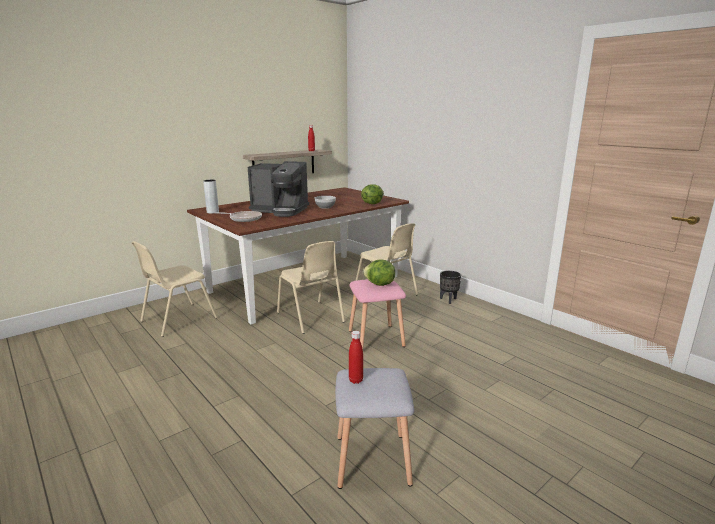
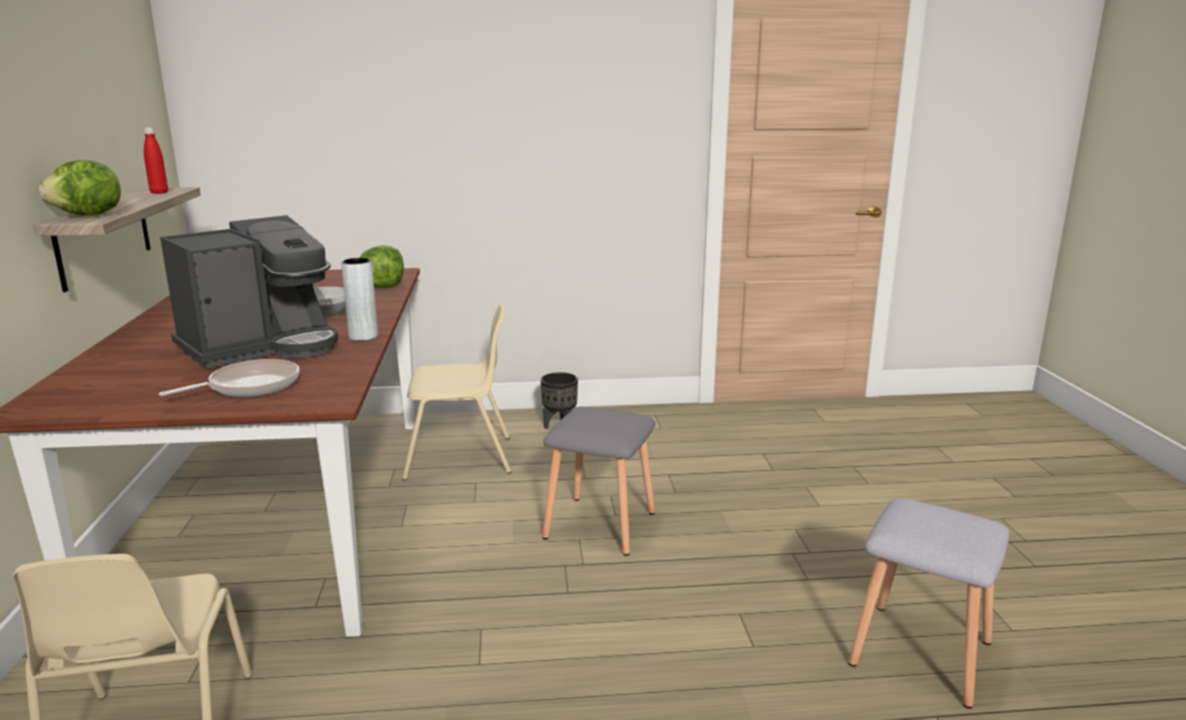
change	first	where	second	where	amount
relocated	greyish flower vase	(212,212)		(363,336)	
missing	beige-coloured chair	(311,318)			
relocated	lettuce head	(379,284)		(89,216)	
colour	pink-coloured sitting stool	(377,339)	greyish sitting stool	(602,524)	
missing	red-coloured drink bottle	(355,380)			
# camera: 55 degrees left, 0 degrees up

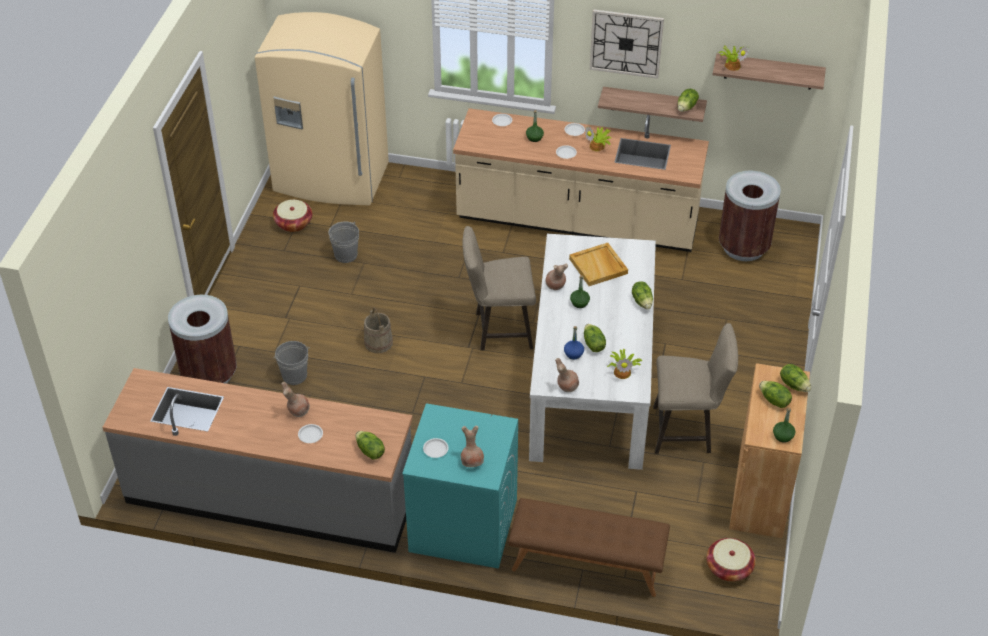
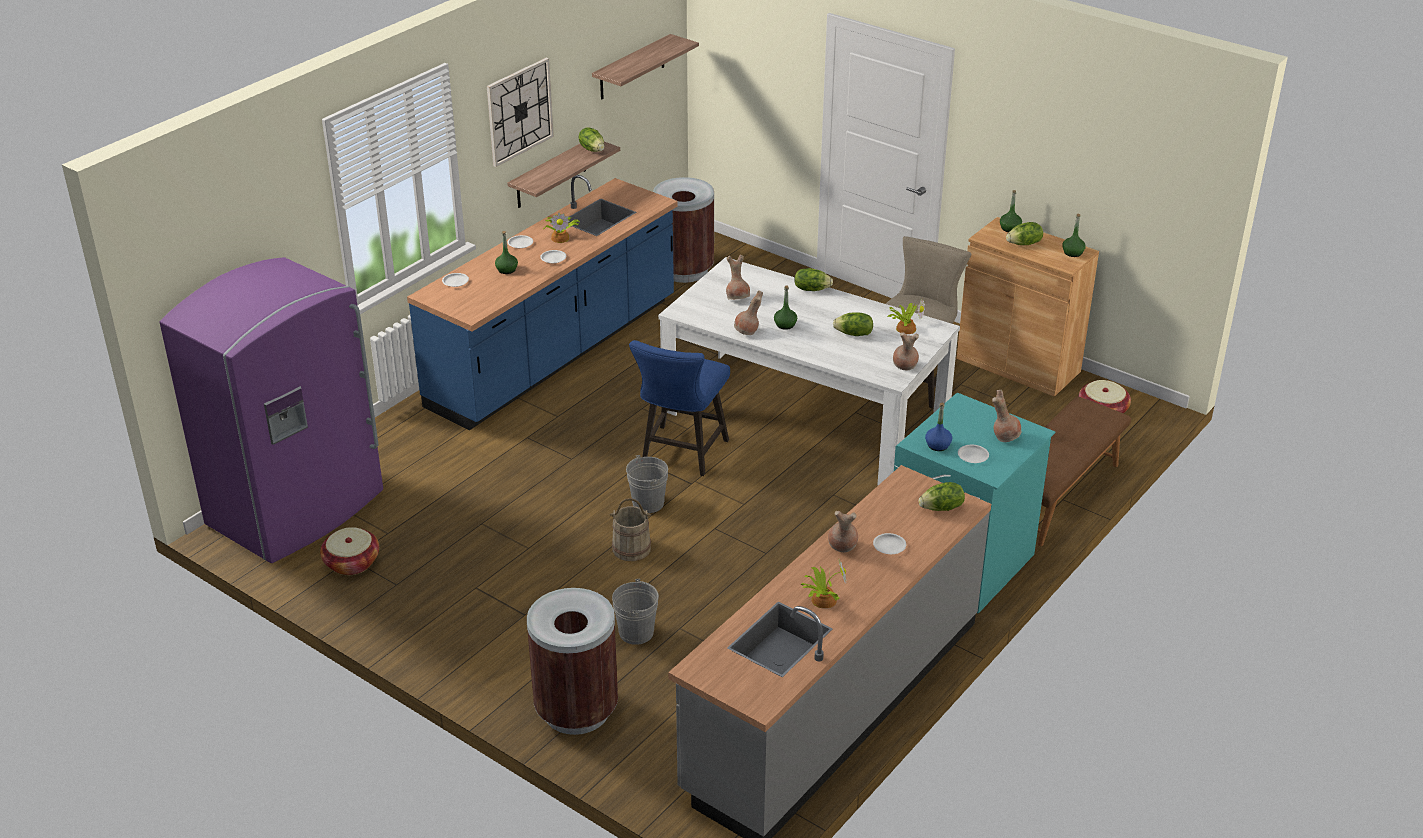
change	first	where	second	where	amount
colour	beige-coloured refrigerator	(331,179)	purple-coloured refrigerator	(298,510)	
relocated	potted plant	(732,65)		(822,599)	
colour	beige-coloured counter	(577,222)	bluish counter	(555,354)	
relocated	greyish pail	(346,255)		(648,503)	
colour	beige-coloured sitting stool	(498,330)	bluish sitting stool	(681,455)	
exchanged	beige-coloured serving tray	(599,266)	brown flower vase	(738,298)	
relocated	bluish drink bottle	(573,354)		(937,445)	
exchanged	lettuce head	(794,384)	green-coloured drink bottle	(1009,228)	
# camera: 65 degrees left, 10 degrees down

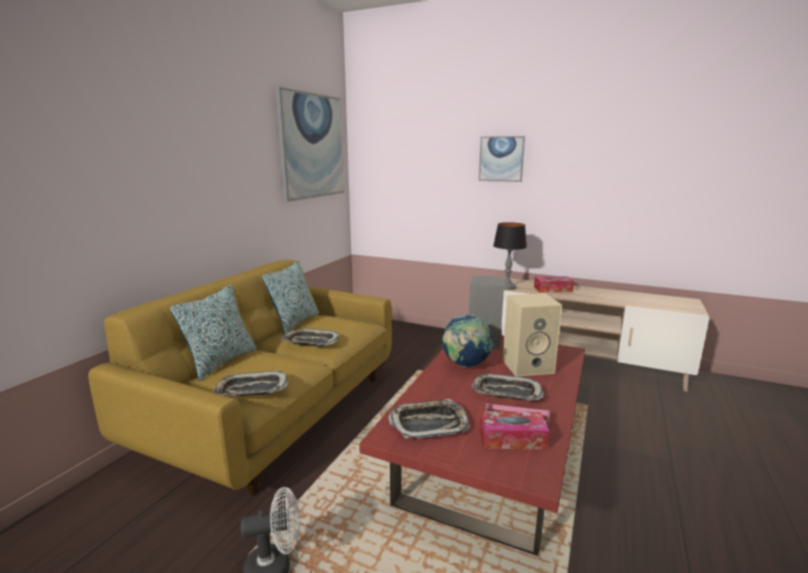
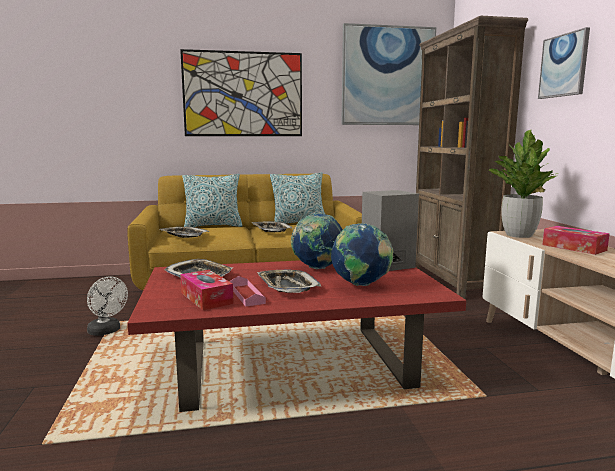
change	first	where	second	where	amount
exchanged	table lamp	(507,287)	potted plant	(518,235)	
exchanged	beige-coloured speaker	(528,366)	world globe	(361,285)	
appeared			brown shelving unit	(452,281)	
appeared			picture	(243,94)	
# camera: 55 degrees right, 5 degrees down

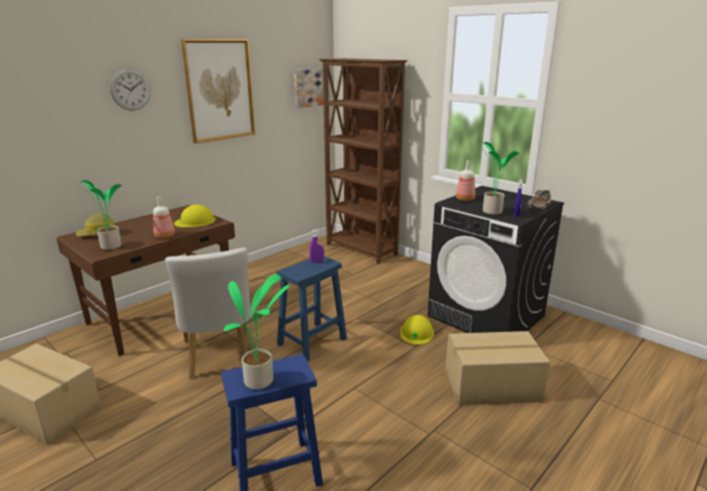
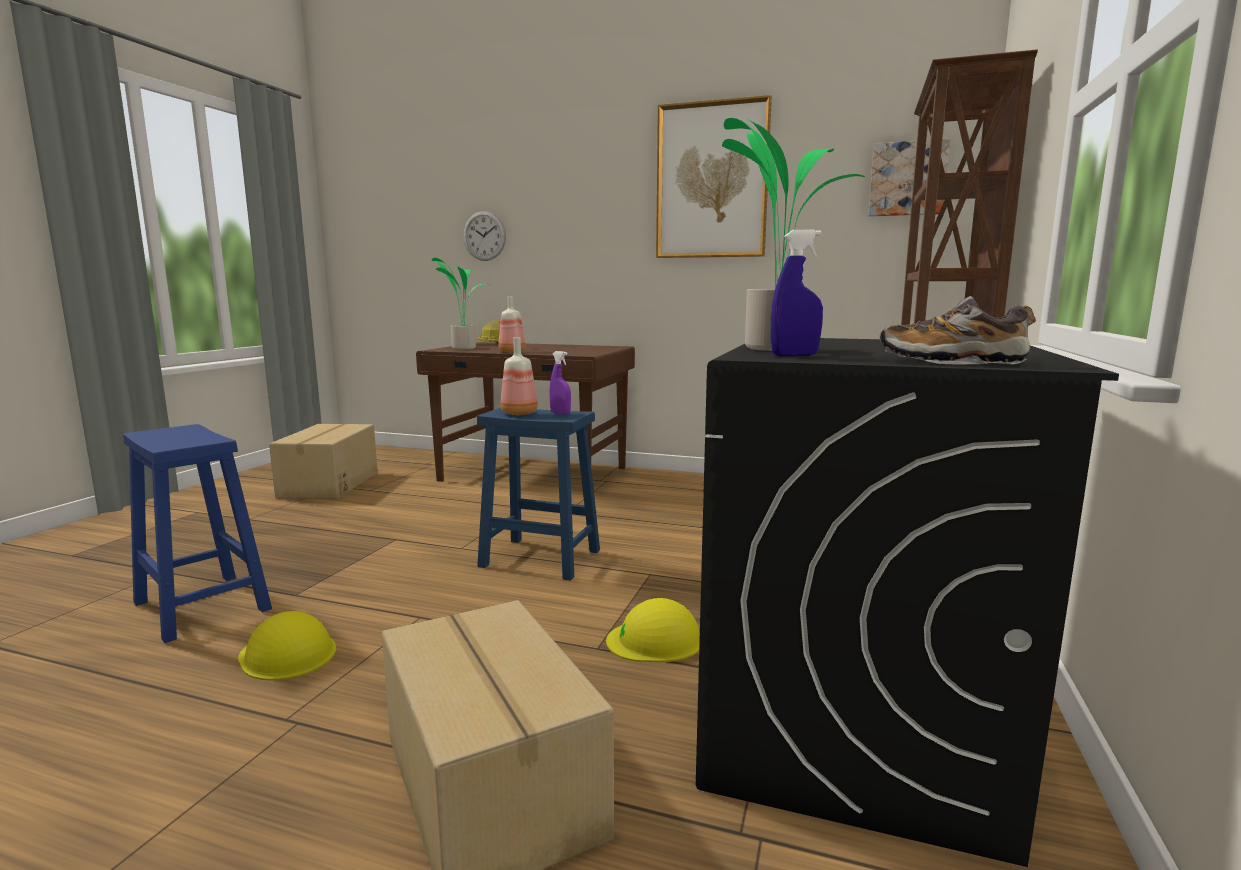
change	first	where	second	where	amount
relocated	clock on the wall	(130,89)		(484,236)	
relocated	drink bottle	(465,199)		(520,413)	
relocated	yellowish hard hat	(195,221)		(287,654)	
missing	white chair	(218,357)			
missing	potted plant	(261,381)			
# camera: 65 degrees right, 10 degrees down

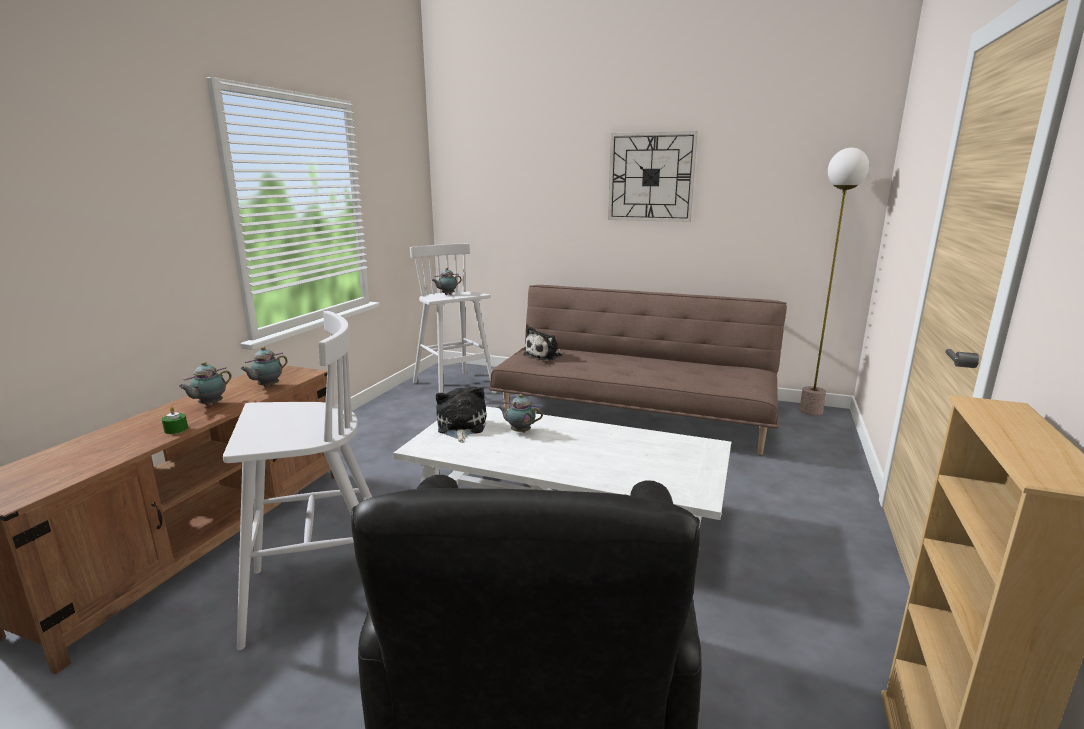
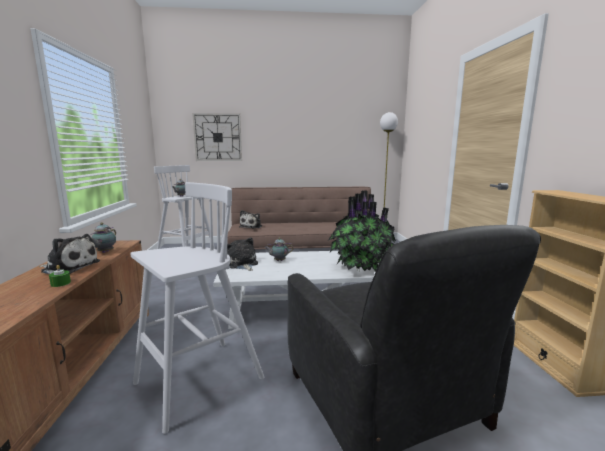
change	first	where	second	where	amount
relocated	clock on the wall	(651,177)		(218,137)	
exchanged	tea pot	(209,405)	plush toy	(69,267)	
appeared			potted plant	(360,266)	
# camera: 25 degrees left, 5 degrees down

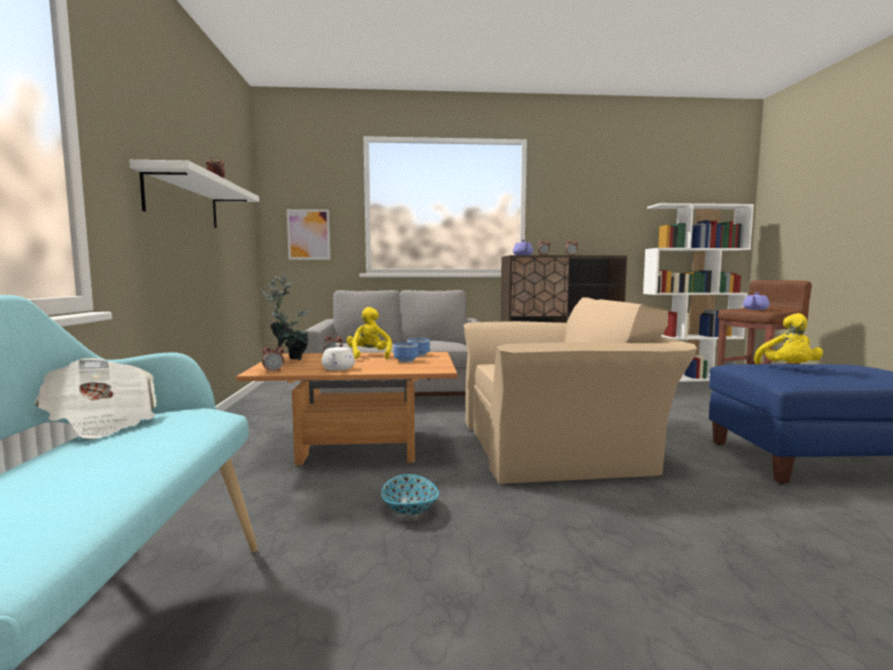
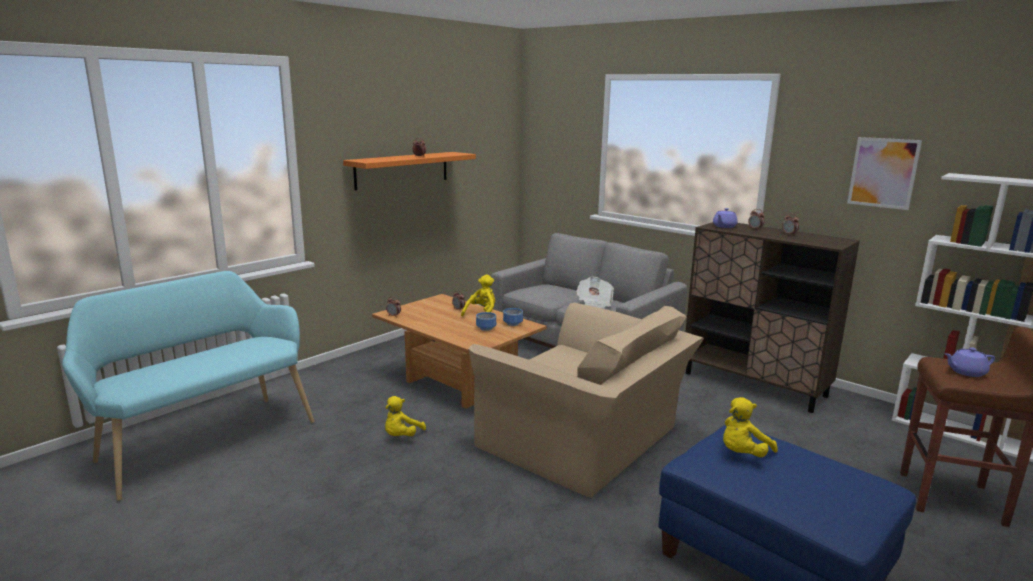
change	first	where	second	where	amount
colour	white wall shelf	(183,201)	orangey wall shelf	(402,170)	
relocated	picture	(308,234)		(883,173)	
missing	potted plant	(289,360)			
missing	white tea pot	(338,369)			
relocated	printed paper	(102,423)		(594,303)	
exchanged	deep dish	(409,509)	yellowish plush toy	(402,436)	
# camera: 45 degrees right, 10 degrees up

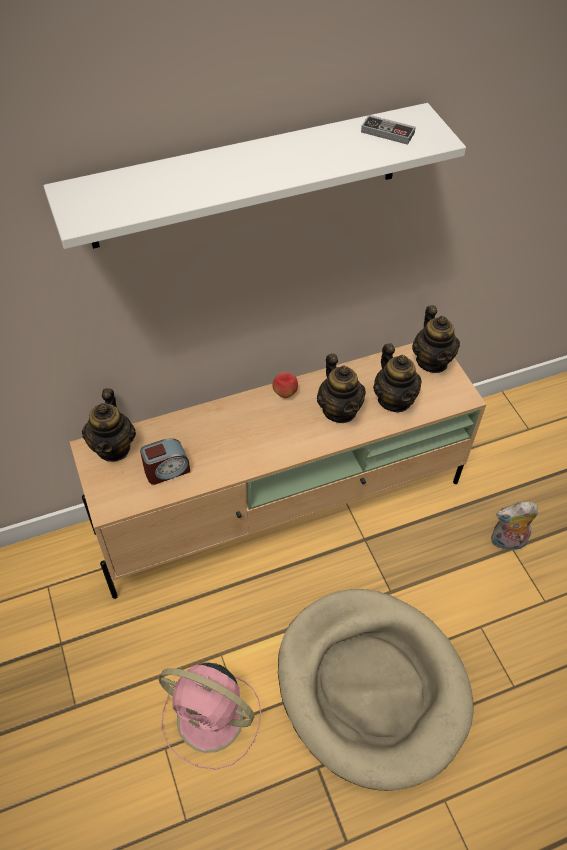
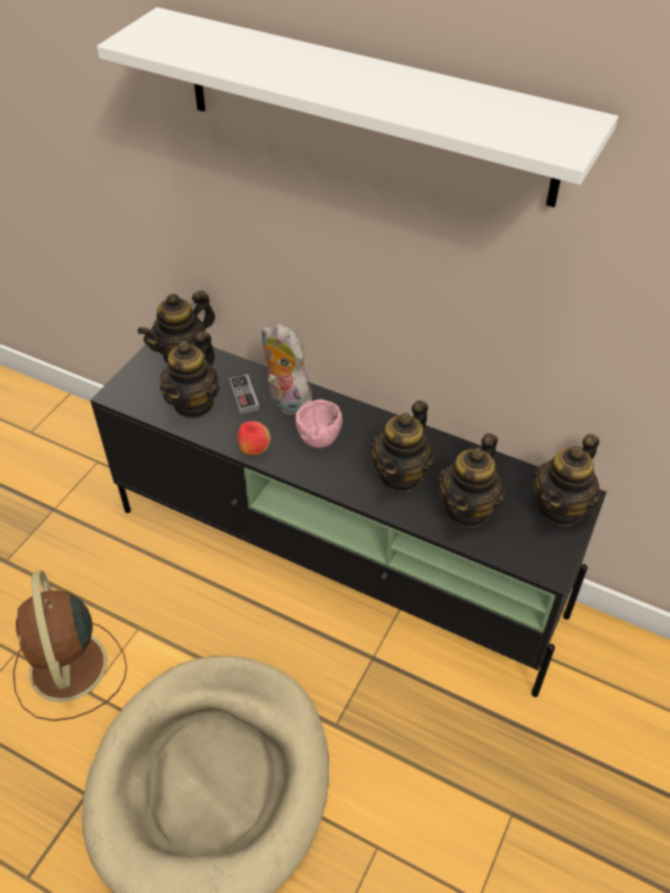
change	first	where	second	where	amount
relocated	game controller	(387,132)		(244,396)	
colour	beige-coloured tv stand	(283,507)	black tv stand	(338,563)	
relocated	whole apple	(285,393)		(254,450)	
exchanged	alarm clock	(166,470)	tea pot	(194,403)	
relocated	plush toy	(507,542)		(286,402)	
colour	pink-coloured fan	(213,719)	brown fan	(69,670)	
appeared			pink-coloured deep dish	(319,437)	
# camera: 50 degrees right, 5 degrees down

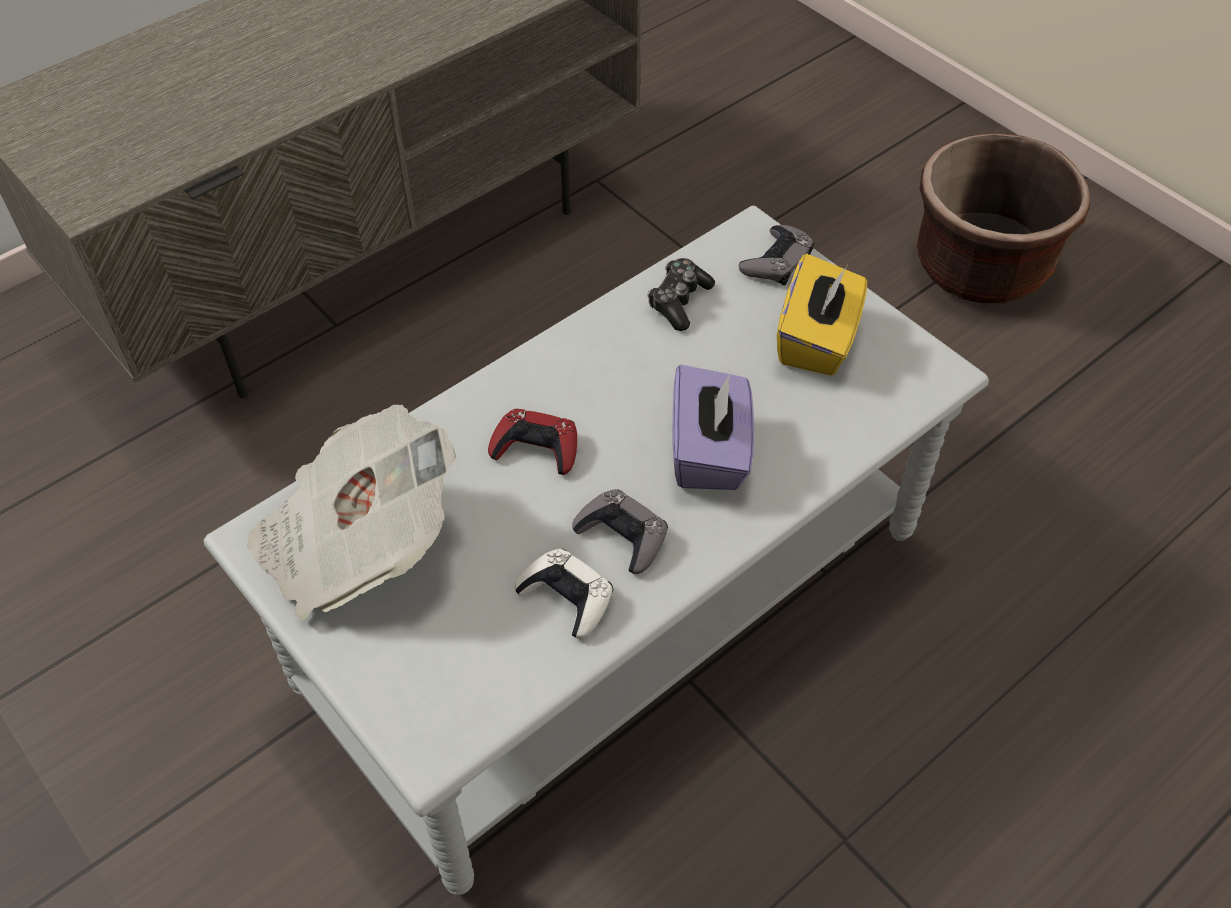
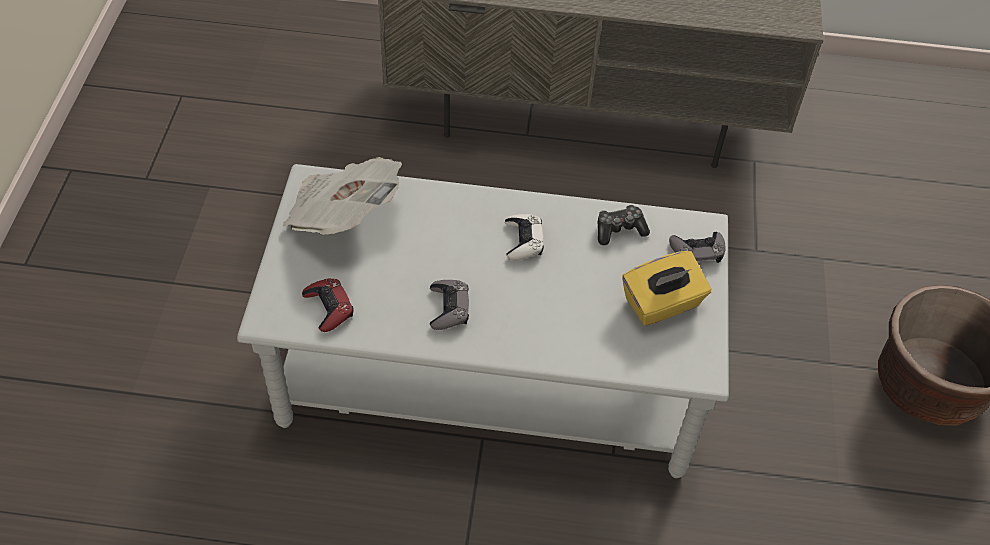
change	first	where	second	where	amount
missing	purple-coloured tissue box	(710,452)			
relocated	red-coloured game controller	(536,448)		(329,308)	
relocated	white game controller	(567,597)		(523,241)	
# camera: 45 degrees right, 0 degrees up

